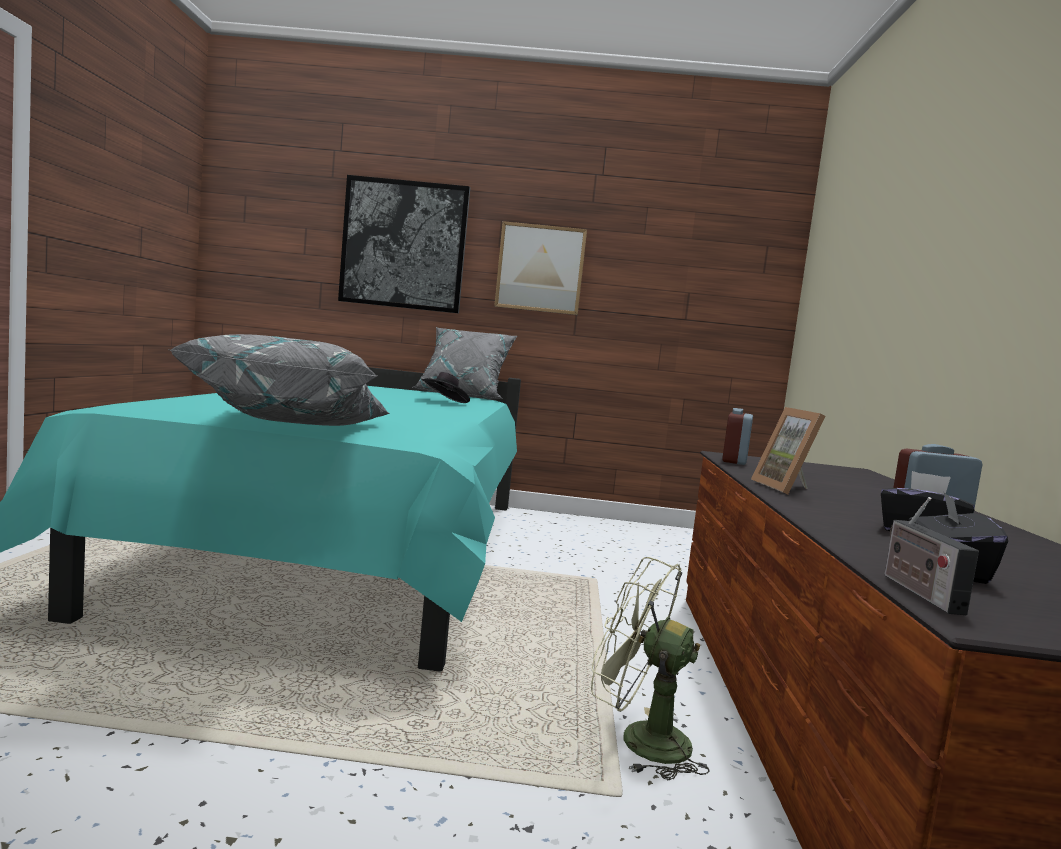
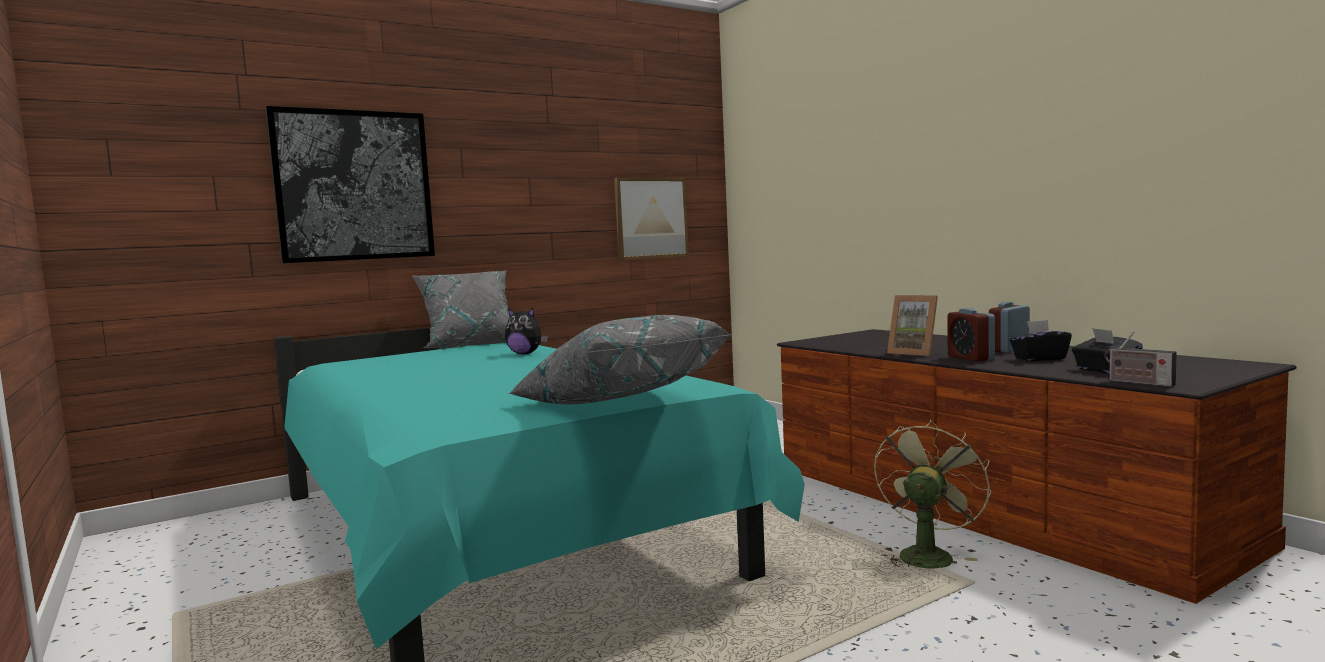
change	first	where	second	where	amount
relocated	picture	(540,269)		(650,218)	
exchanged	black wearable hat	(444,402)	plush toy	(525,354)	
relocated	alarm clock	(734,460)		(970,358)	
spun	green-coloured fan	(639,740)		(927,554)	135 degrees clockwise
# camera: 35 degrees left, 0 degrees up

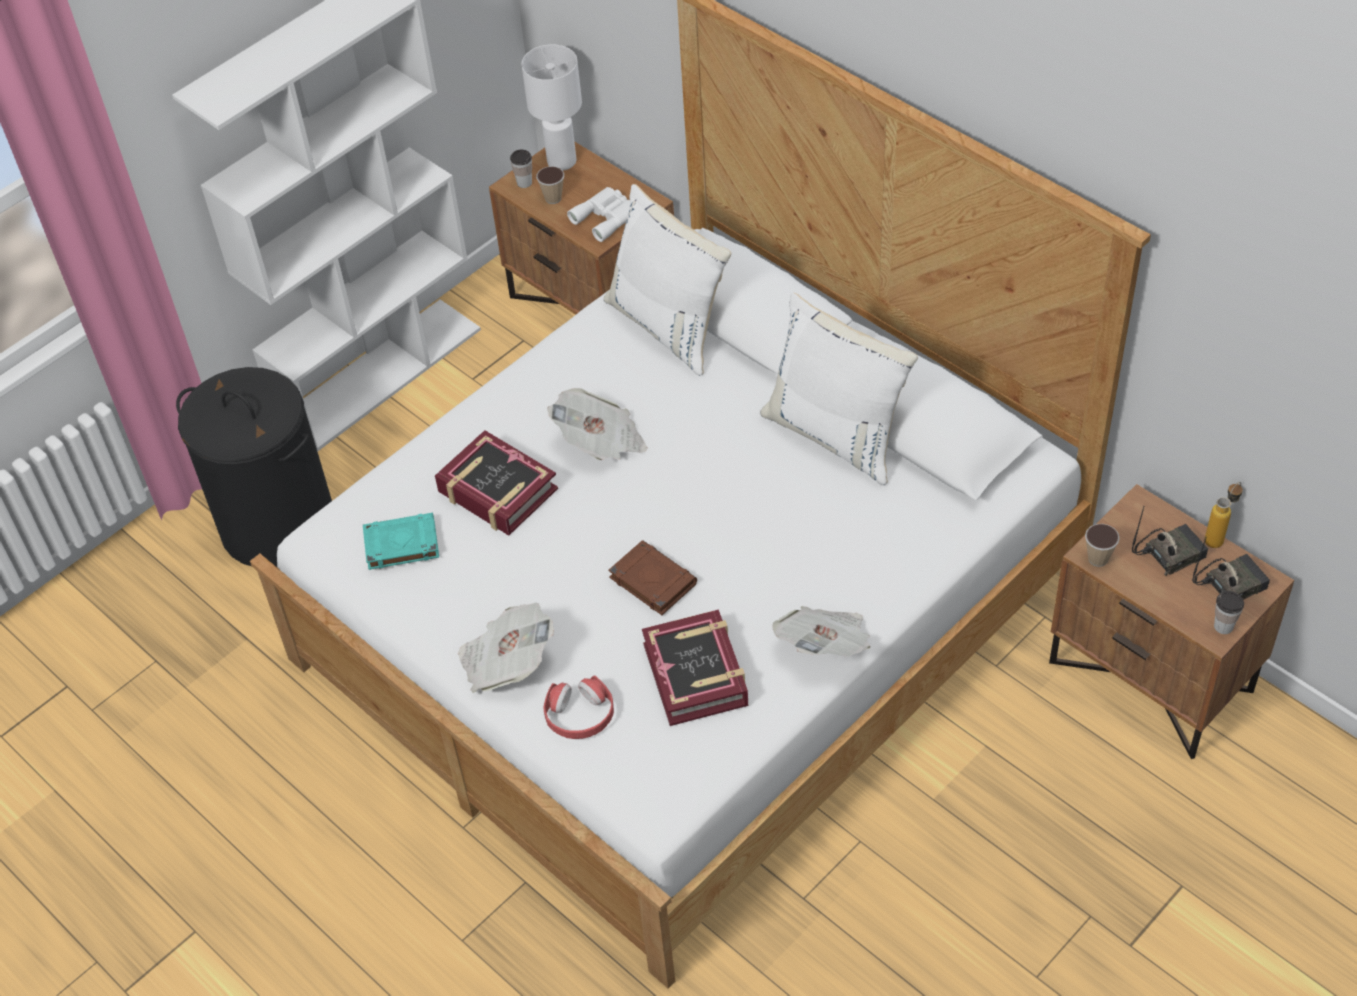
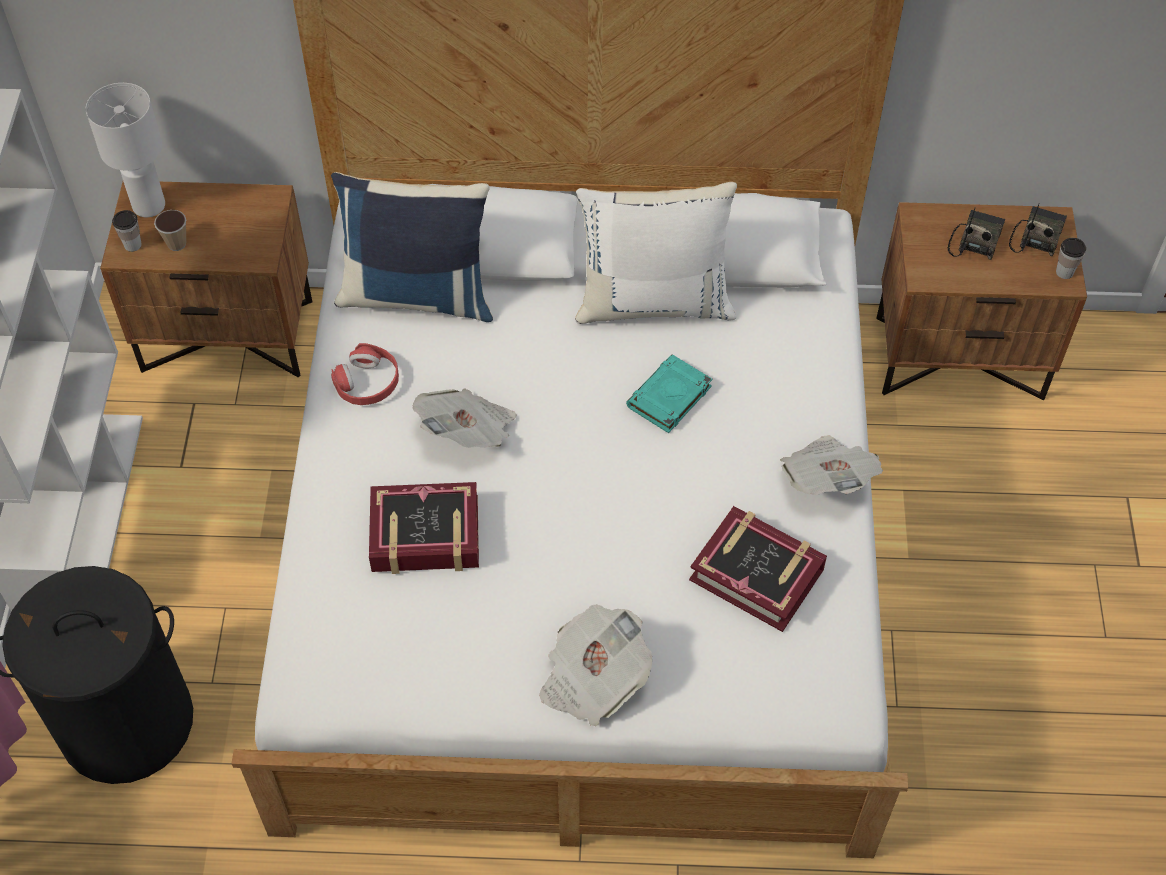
change	first	where	second	where	amount
colour	white cushion	(670,326)	bluish cushion	(418,294)	
missing	white field glasses	(607,217)			
missing	drink bottle	(1218,537)			
relocated	blue-green volume	(400,545)		(669,398)	
missing	small cup	(1098,559)			
missing	brown volume	(652,581)			
relocated	red-coloured headphones	(580,715)		(367,382)	
# camera: 45 degrees left, 5 degrees up

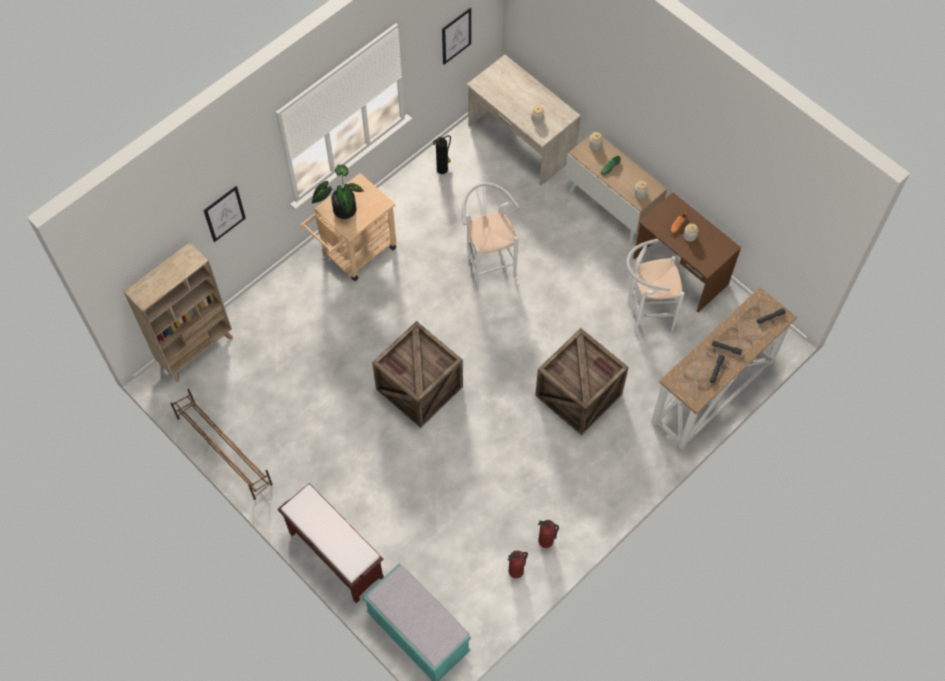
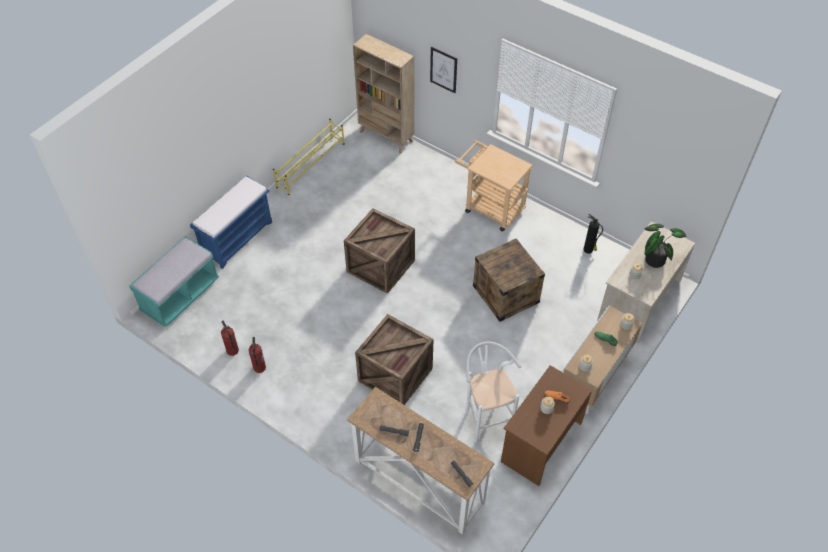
change	first	where	second	where	amount
missing	picture	(456,36)			
relocated	potted plant	(342,208)		(655,258)	
exchanged	white sitting stool	(488,263)	packing crate	(506,294)	
colour	brown shoe rack	(224,450)	yellowish shoe rack	(311,165)	
colour	brown bench	(335,555)	bluish bench	(237,238)	
# camera: 80 degrees right, 10 degrees down

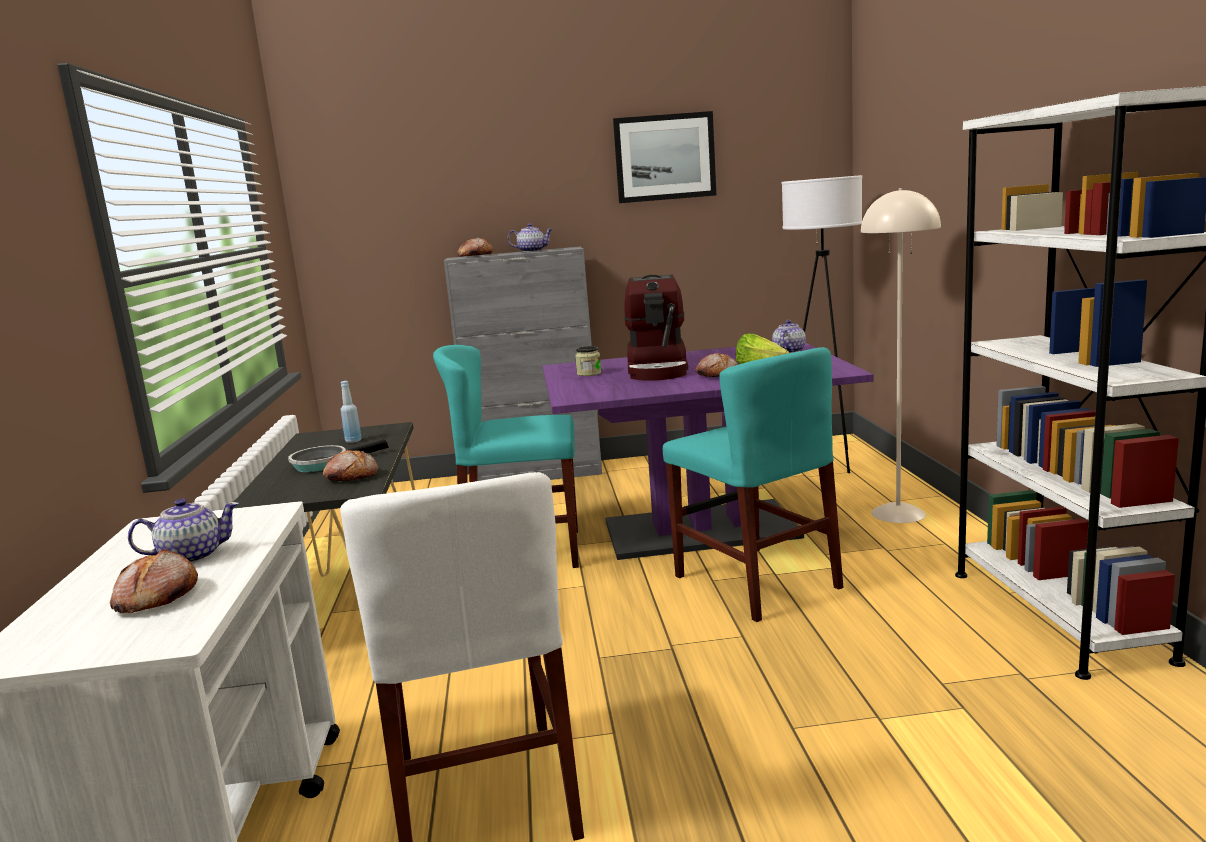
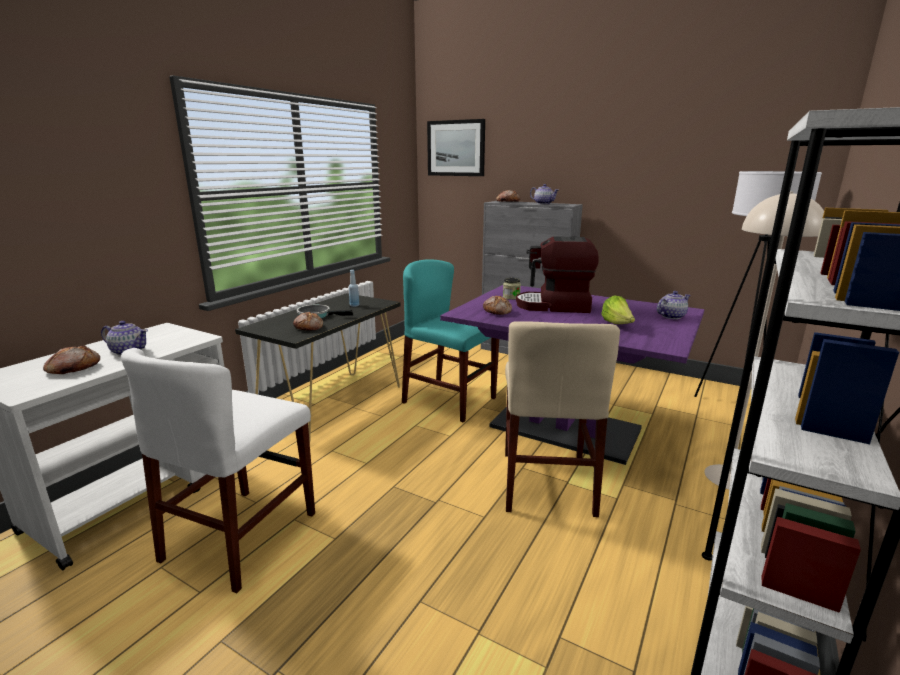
change	first	where	second	where	amount
relocated	picture	(664,157)		(456,148)	
spun	coffee machine	(658,369)		(555,306)	60 degrees clockwise
colour	blue-green chair	(756,582)	beige-coloured chair	(546,482)	
relocated	bread	(717,375)		(497,311)	
# camera: 35 degrees right, 5 degrees up

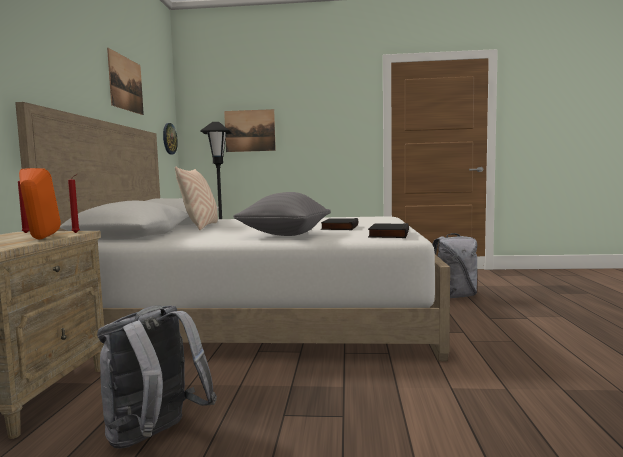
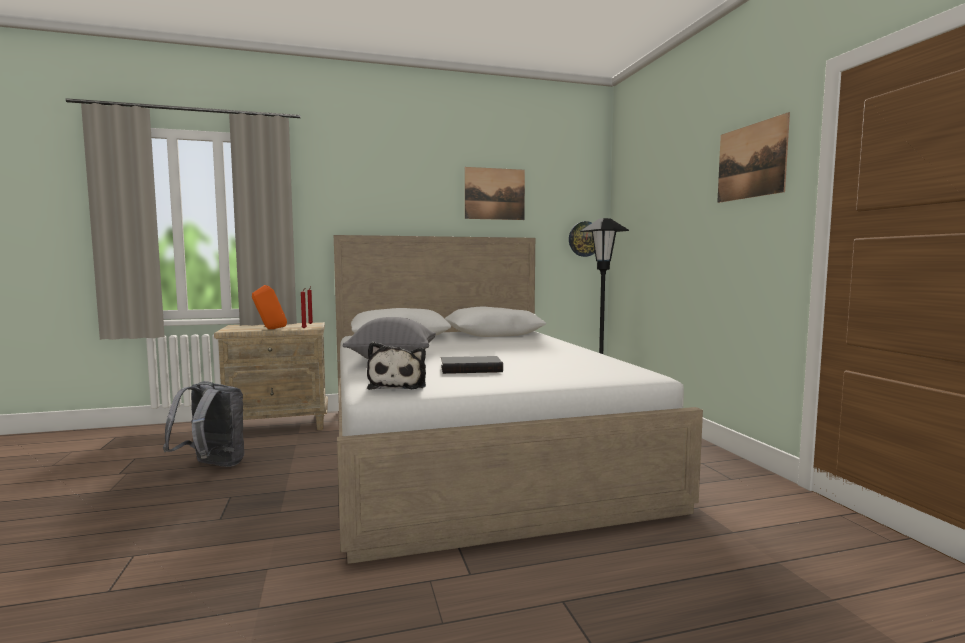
change	first	where	second	where	amount
relocated	picture	(250,130)		(751,161)	
missing	beige-coloured cushion	(201,227)			
exchanged	black volume	(387,234)	plush toy	(399,385)	
missing	greyish backpack	(453,296)			
# camera: 70 degrees right, 0 degrees up

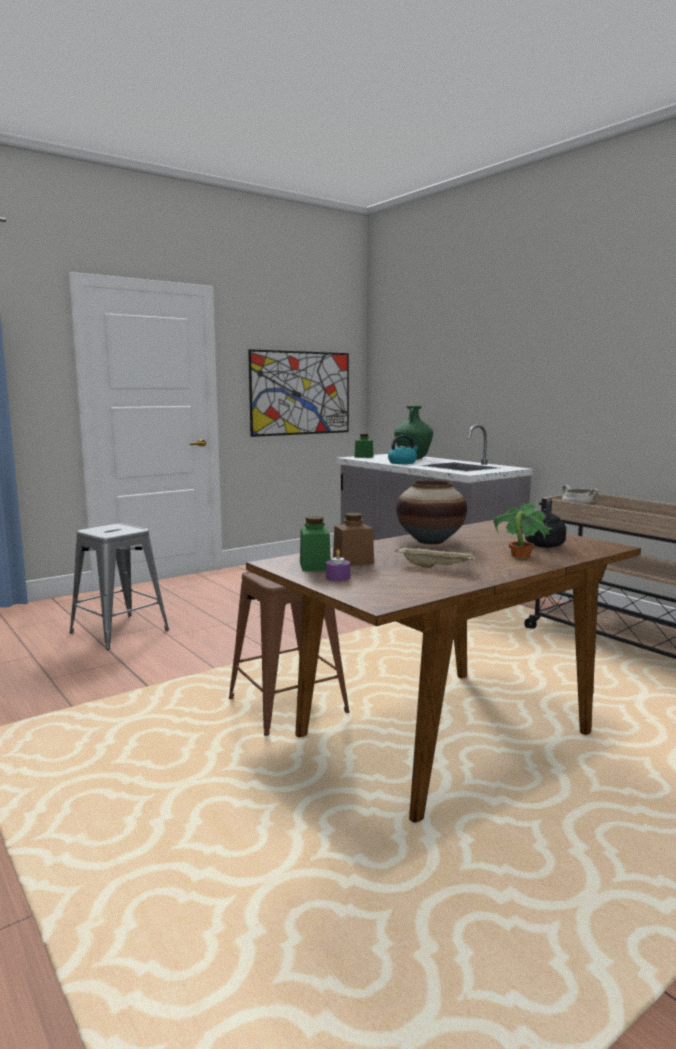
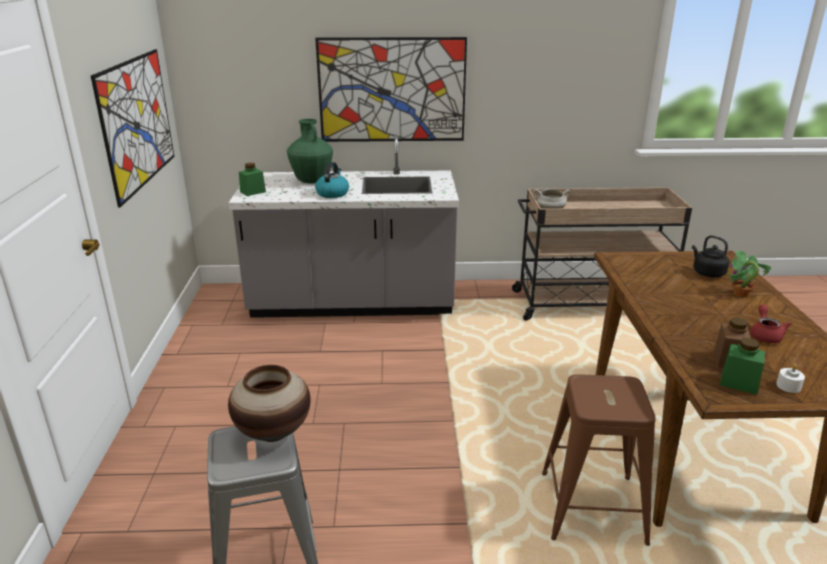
change	first	where	second	where	amount
relocated	flower vase	(430,541)		(273,432)	
exchanged	beige-coloured serving tray	(436,567)	red-coloured tea pot	(765,335)	
colour	purple-coloured wax light	(338,578)	white wax light	(788,386)	
appeared			picture	(392,90)	
# camera: 55 degrees left, 15 degrees up

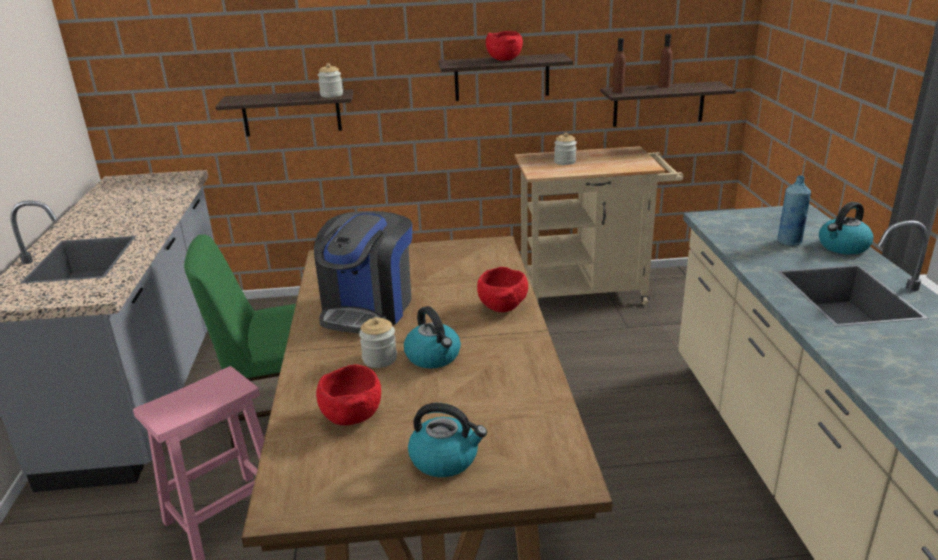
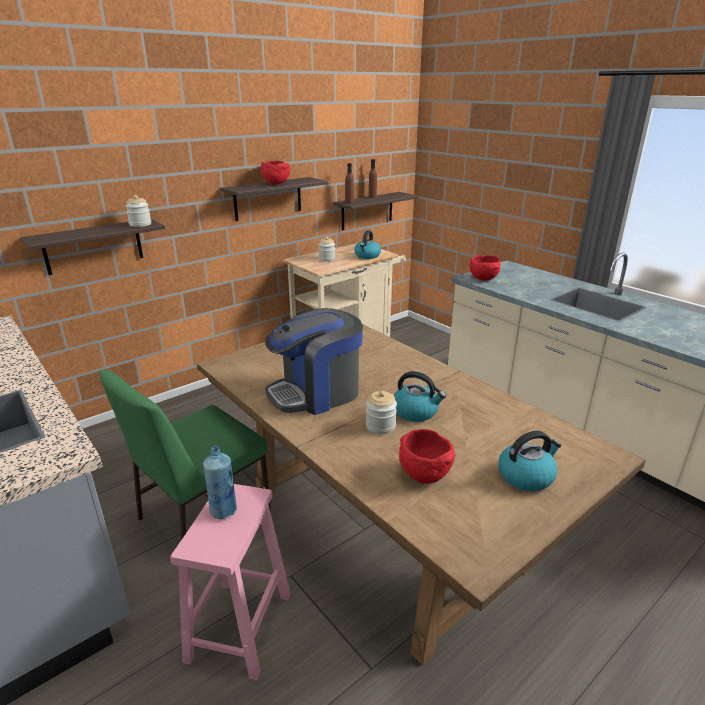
change	first	where	second	where	amount
relocated	bluish drink bottle	(789,242)		(223,511)	
relocated	tea kettle	(843,247)		(367,256)	
spun	coffee machine	(368,308)		(316,393)	75 degrees clockwise
relocated	red-coloured deep dish	(503,308)		(484,279)	
# camera: 35 degrees left, 0 degrees up

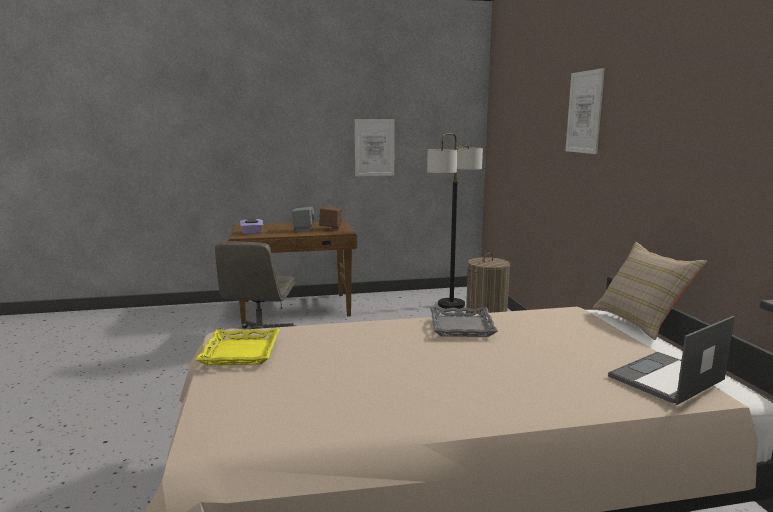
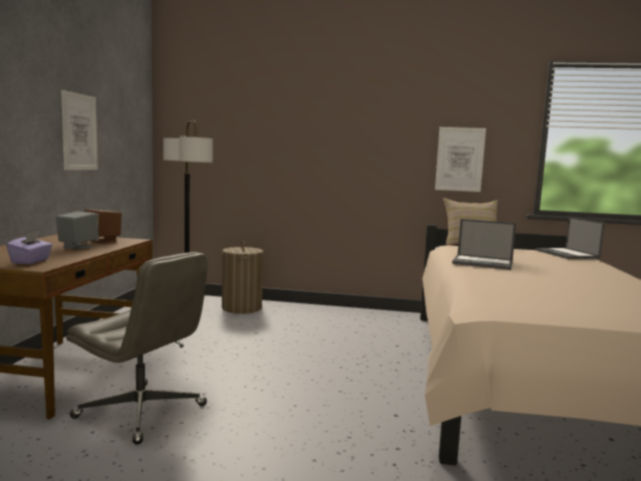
change	first	where	second	where	amount
relocated	picture	(584,112)		(460,159)	
exchanged	greyish serving tray	(462,327)	laptop	(483,263)	
missing	yellowish serving tray	(241,352)			
# camera: 70 degrees left, 5 degrees down

